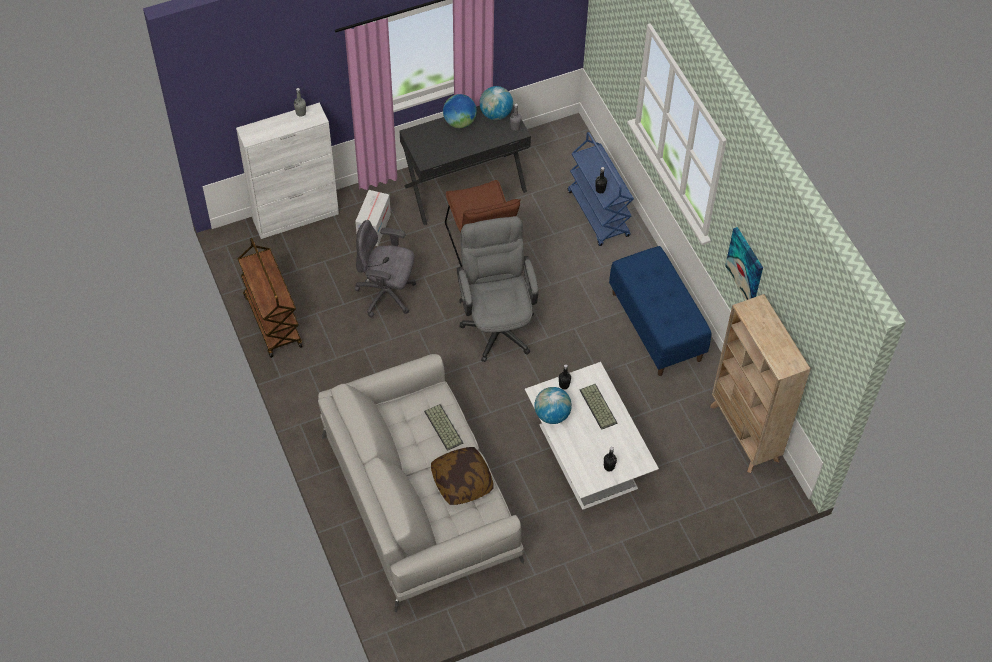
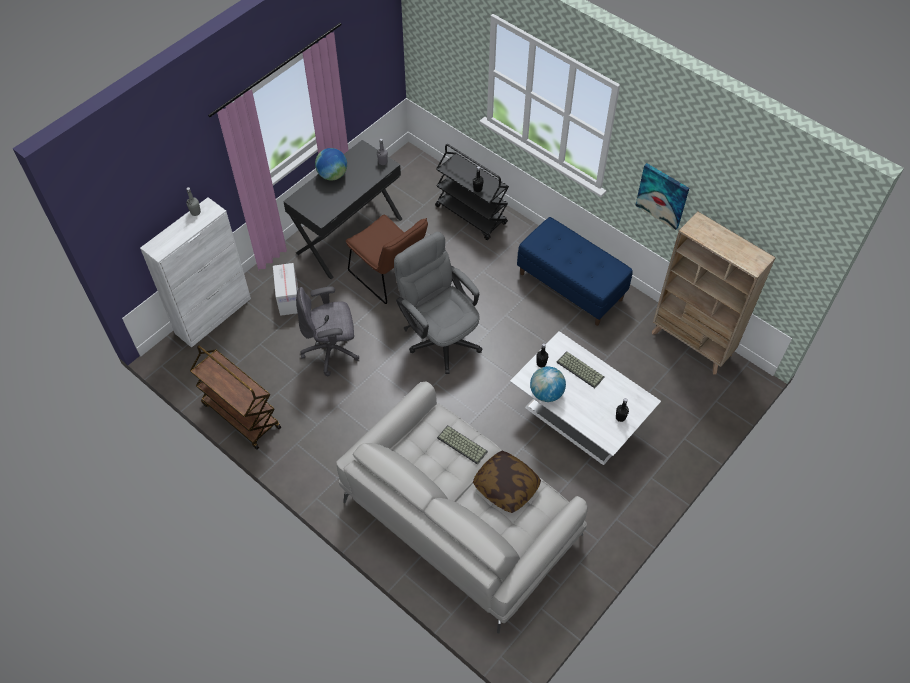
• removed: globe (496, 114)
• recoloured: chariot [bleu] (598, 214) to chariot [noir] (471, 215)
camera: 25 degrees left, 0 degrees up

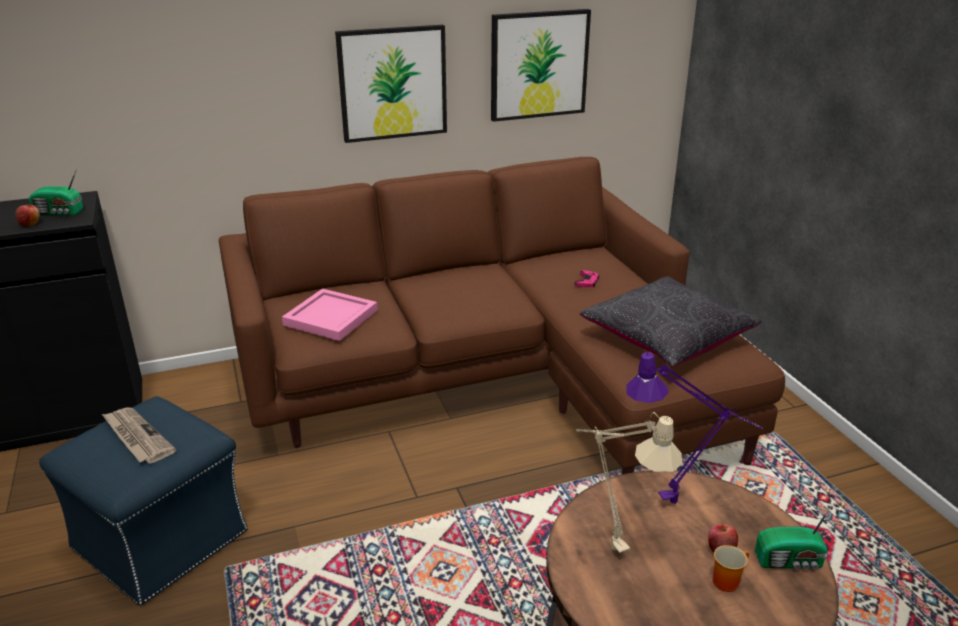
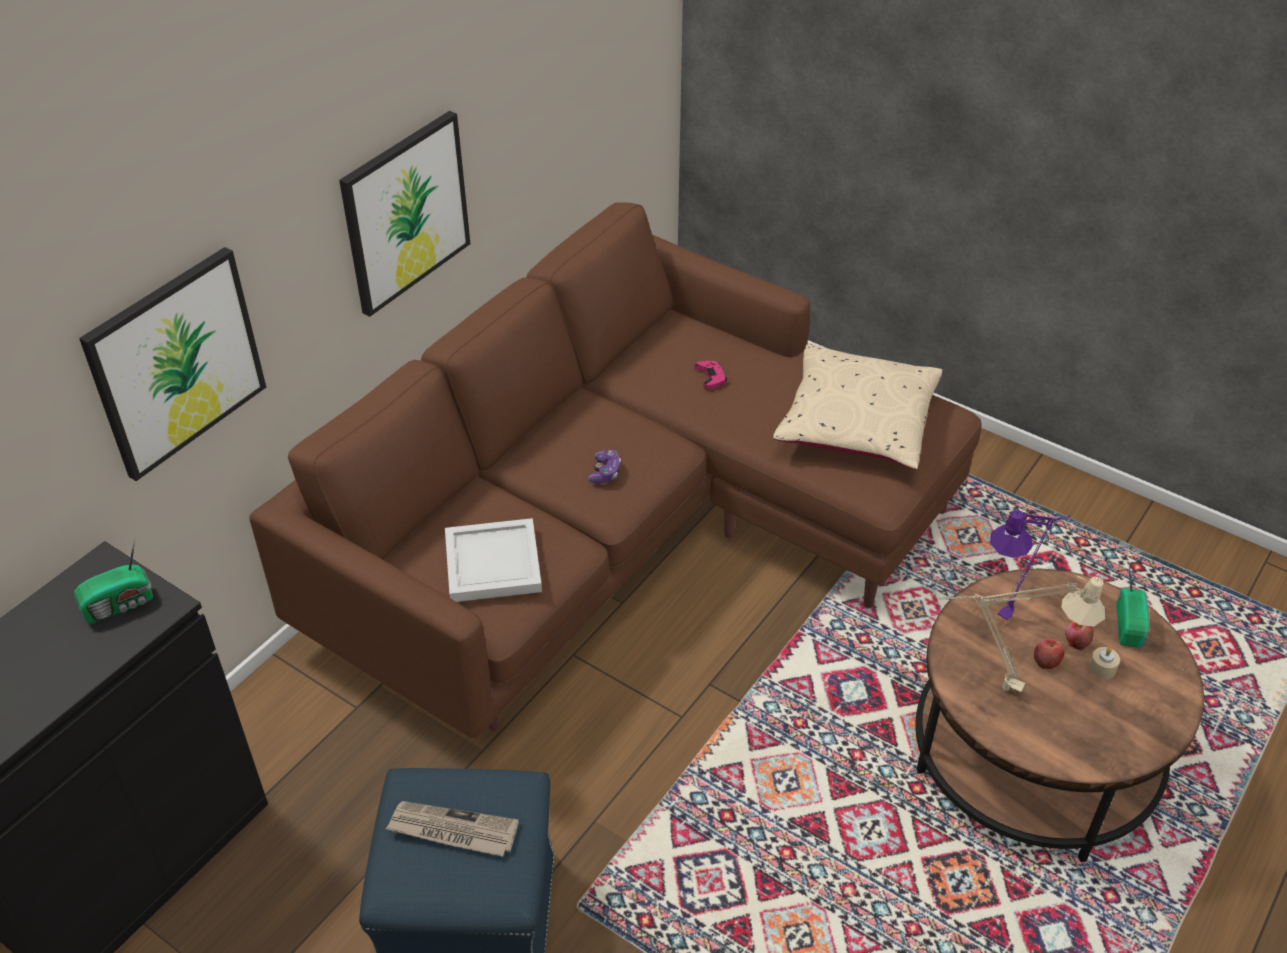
• moved: tableau (538, 65) to (176, 362)
• moved: pomme (30, 223) to (1046, 661)
• recoloured: coussin [noir] (667, 338) to coussin [beige] (856, 424)
• recoloured: plateau [rose] (329, 318) to plateau [blanc] (491, 565)
• turned: radio (790, 561) = (1130, 624) 45 degrees counterclockwise
• replaced: mug (726, 579) to bougie [beige] (1102, 668)
• added: manette (605, 472)
camera: 35 degrees left, 15 degrees up

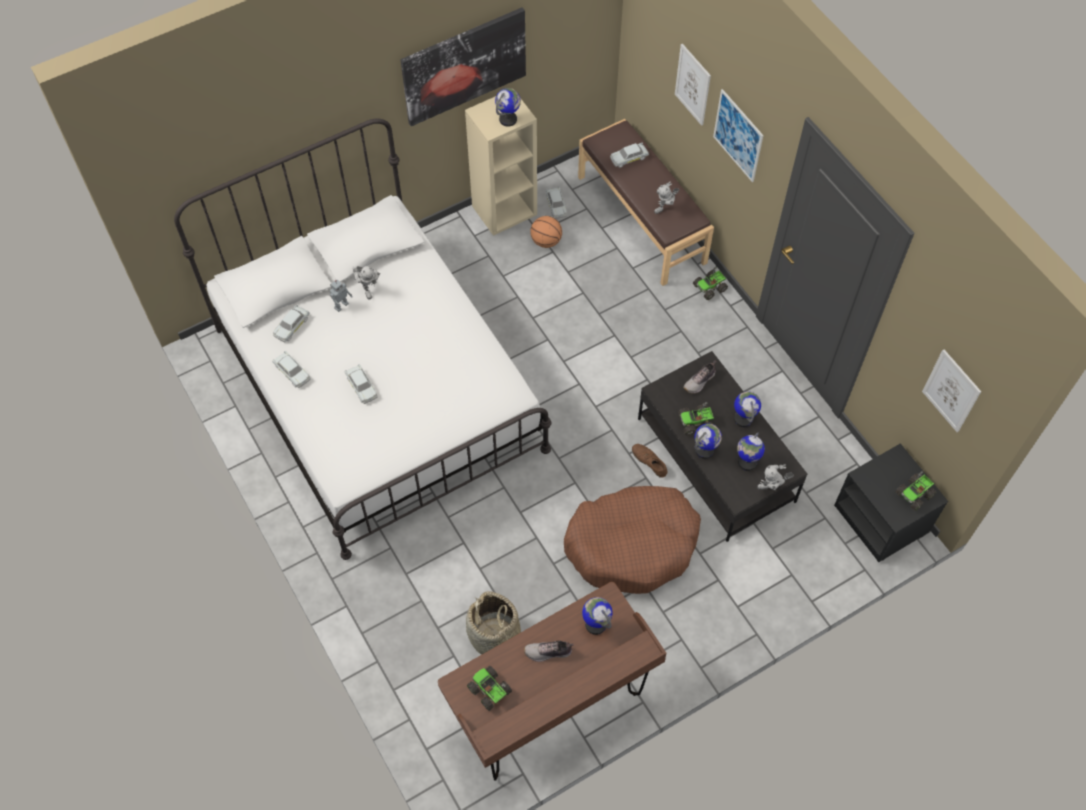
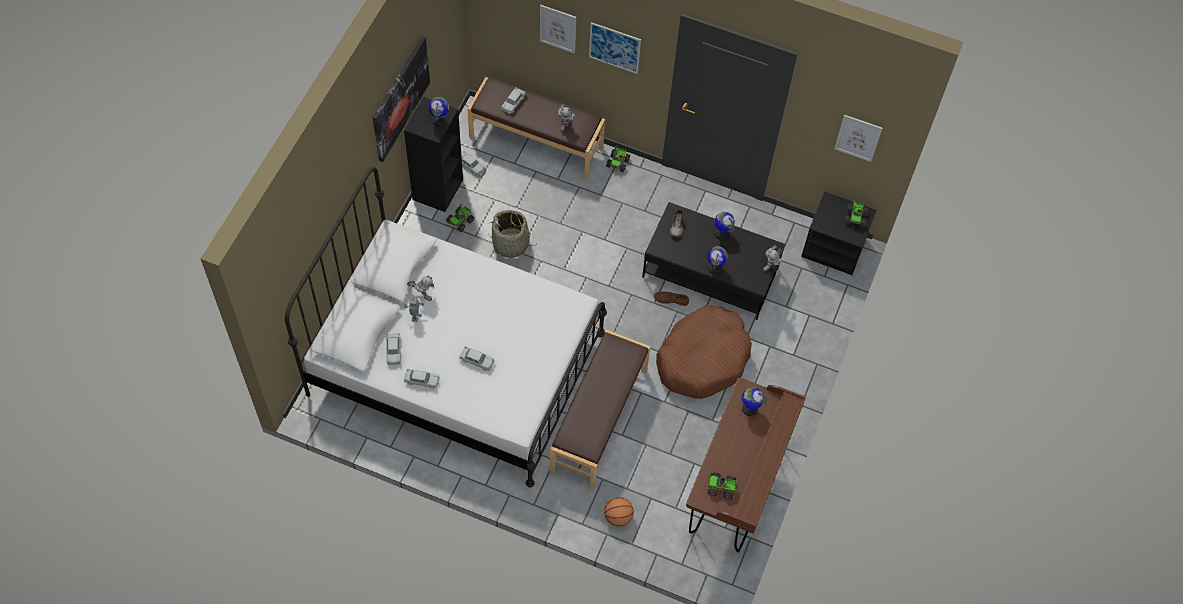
• recoloured: bibliothèque [beige] (504, 209) to bibliothèque [noir] (437, 189)
• moved: ballon de basket (546, 241) to (618, 517)
• moved: camion jouet (696, 422) to (460, 221)
• removed: globe (747, 462)
• moved: panier (494, 635) to (511, 244)
• removed: chaussure (548, 652)
• added: banc [marron] (598, 419)
camera: 40 degrees left, 0 degrees up

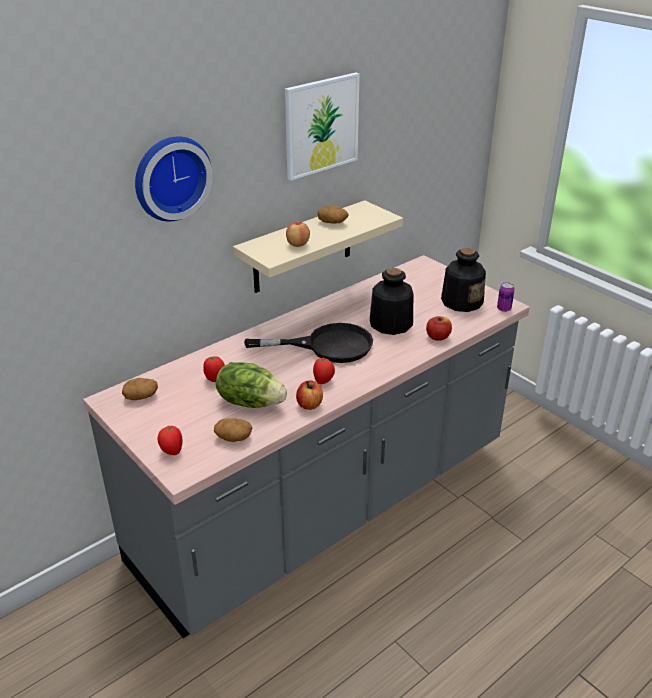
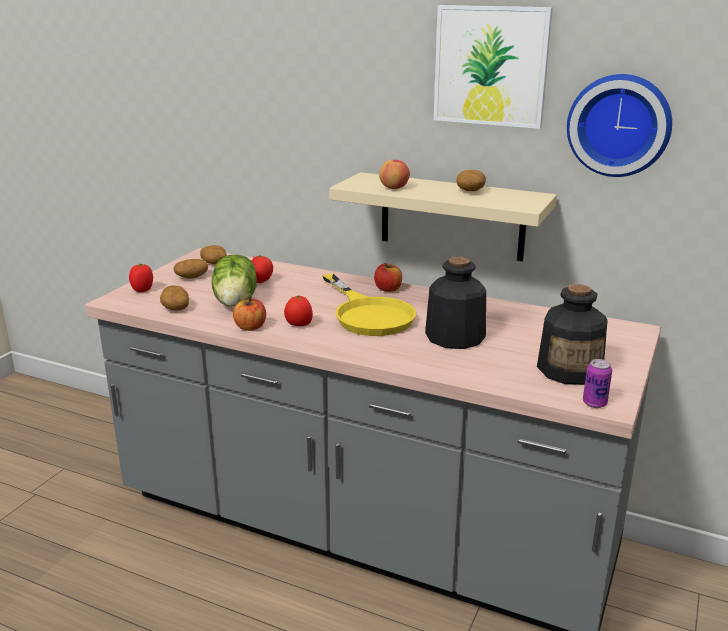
• moved: horloge murale (170, 177) to (619, 125)
• moved: pomme (438, 337) to (388, 289)
• recoloured: poêle [noir] (327, 346) to poêle [jaune] (368, 314)
• added: pomme de terre (191, 277)
camera: 65 degrees right, 10 degrees down

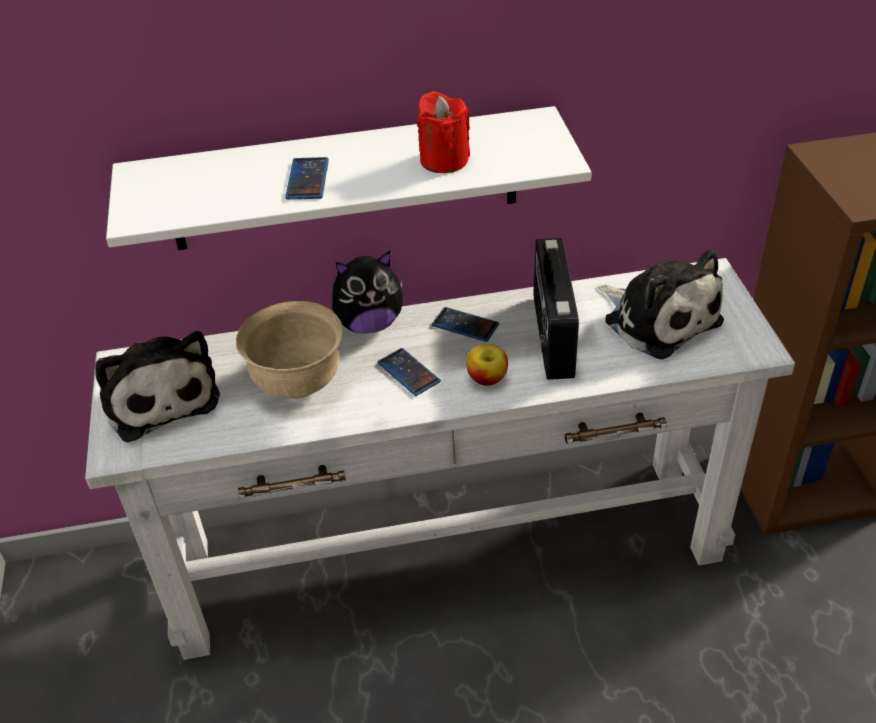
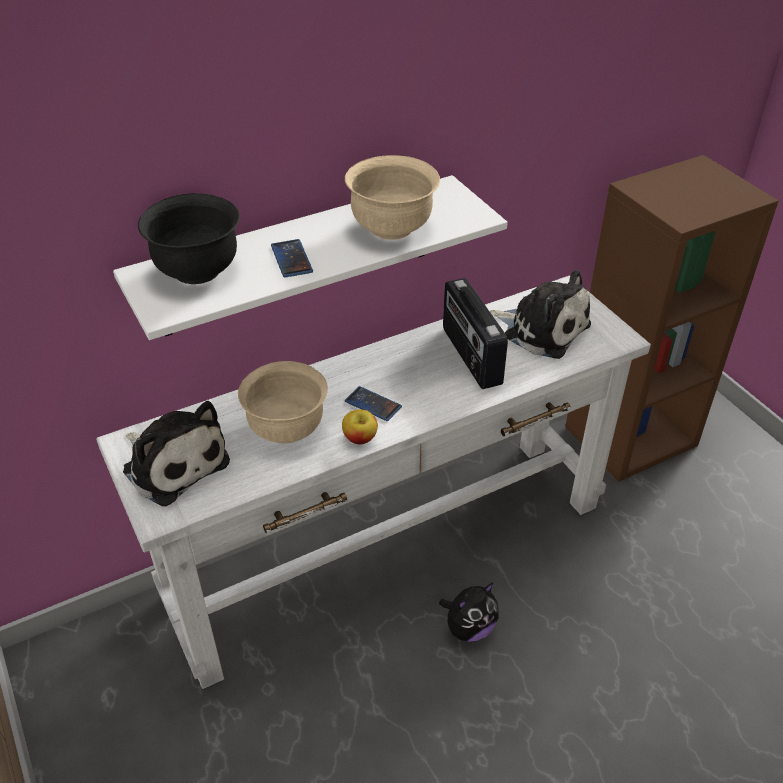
• replaced: bougie [rouge] (444, 160) to bol [beige] (392, 228)
• moved: peluche (369, 324) to (469, 628)
• removed: téléphone (465, 325)
• moved: pomme (487, 378) to (360, 438)
• added: bol [noir] (198, 271)
camera: 20 degrees left, 0 degrees up

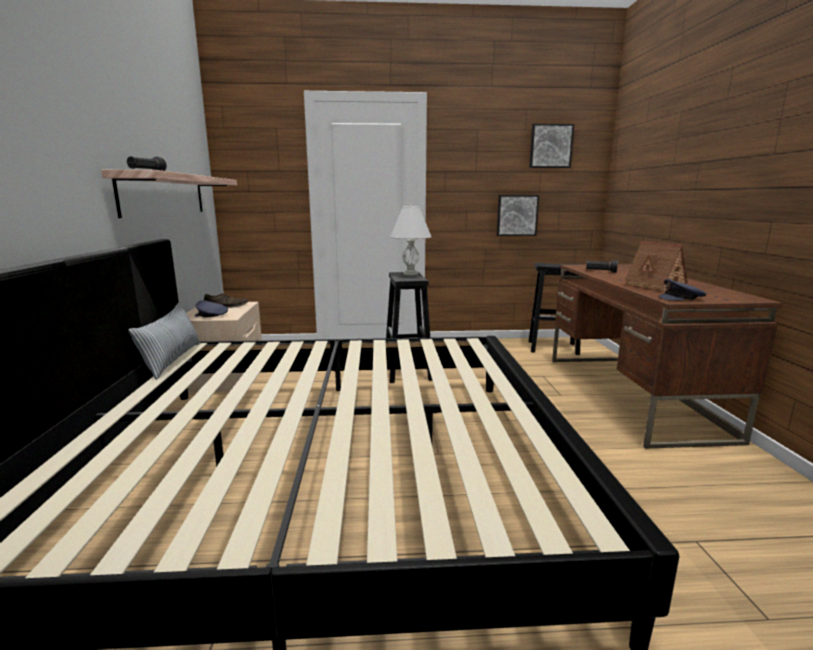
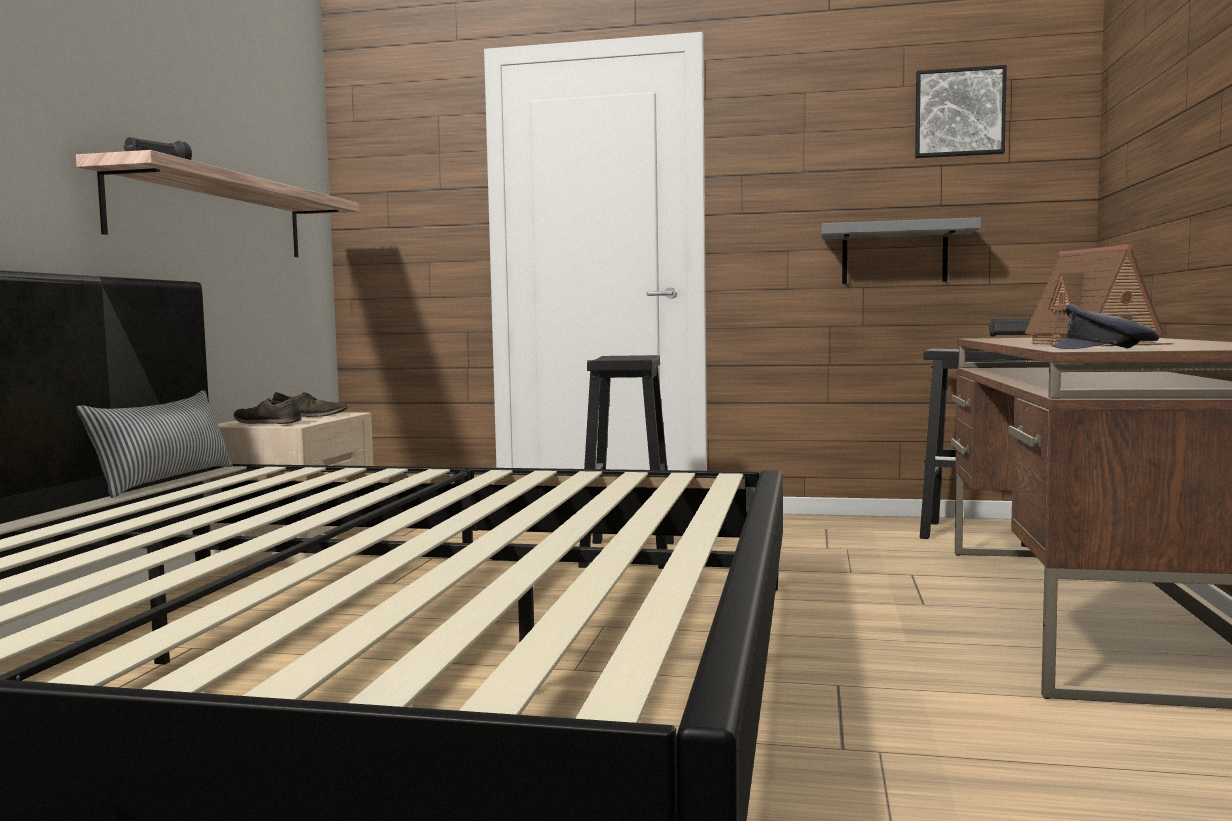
• replaced: tableau (516, 215) to étagère [gris] (894, 254)
• removed: lampe de table [blanc] (410, 274)
• replaced: casquette [gris] (211, 315) to chaussure [marron] (268, 423)
camera: 15 degrees right, 10 degrees down

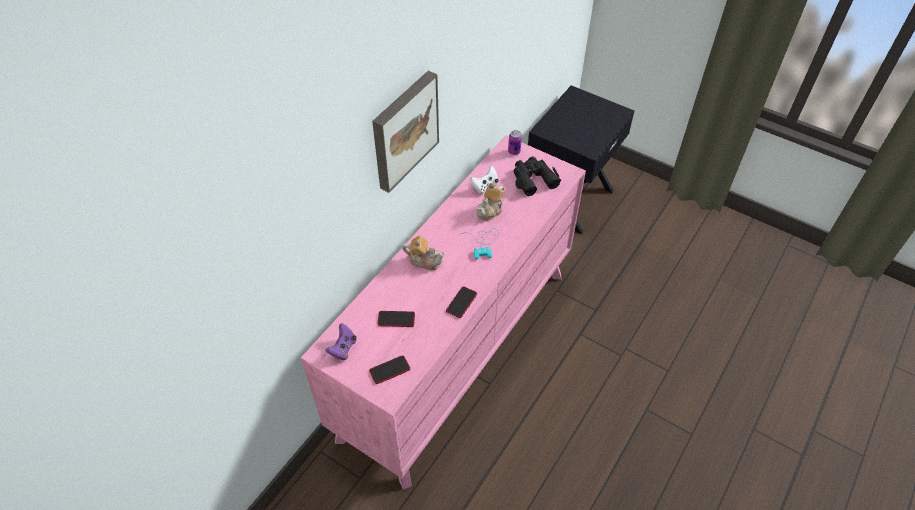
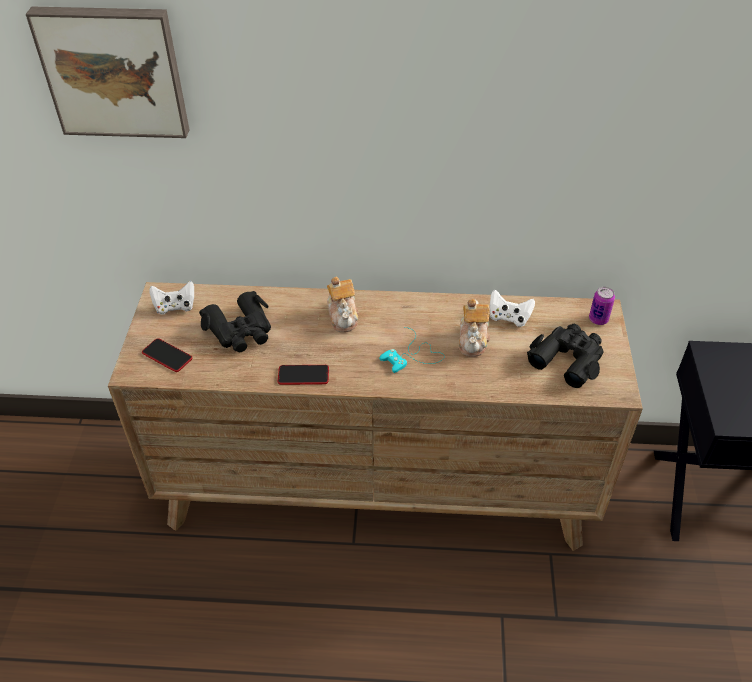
• moved: tableau (403, 130) to (114, 71)
• recoloured: commode [rose] (457, 350) to commode [marron] (377, 486)
• turned: théière (490, 210) = (473, 340) 90 degrees counterclockwise
• replaced: téléphone (396, 319) to jumelles [noir] (240, 330)
• recoloured: manette [violet] (343, 348) to manette [blanc] (175, 307)
camera: 60 degrees right, 5 degrees down

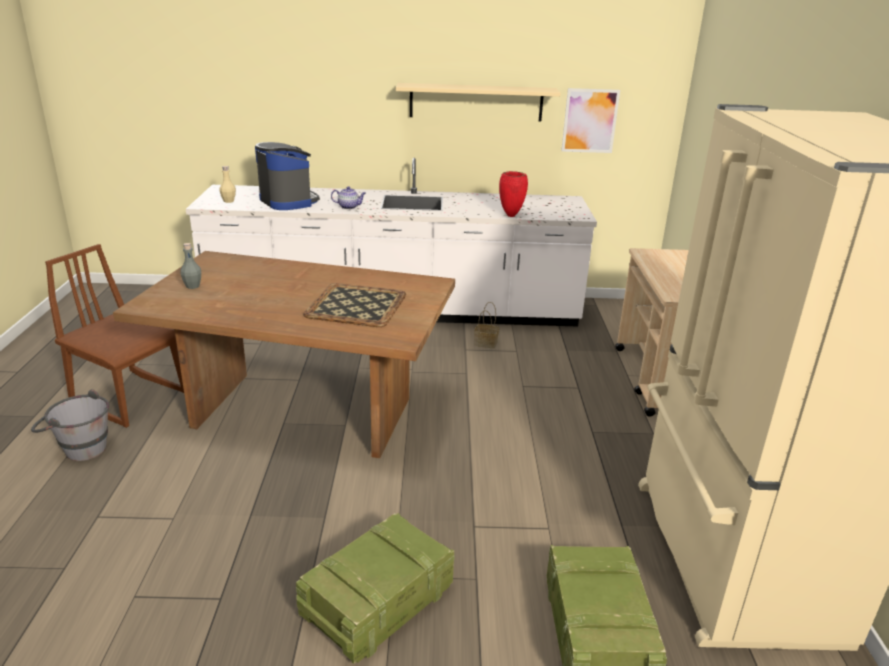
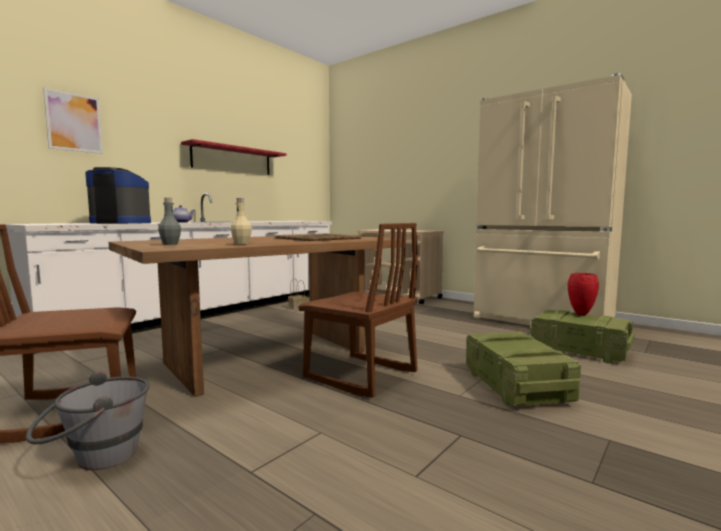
• recoloured: étagère [beige] (476, 102) to étagère [rouge] (232, 160)
• moved: tableau (590, 121) to (74, 122)
• moved: bouteille [beige] (228, 201) to (241, 244)
• moved: vase [rouge] (511, 215) to (580, 315)
• added: chaise [marron] (360, 376)
camera: 50 degrees left, 20 degrees down

